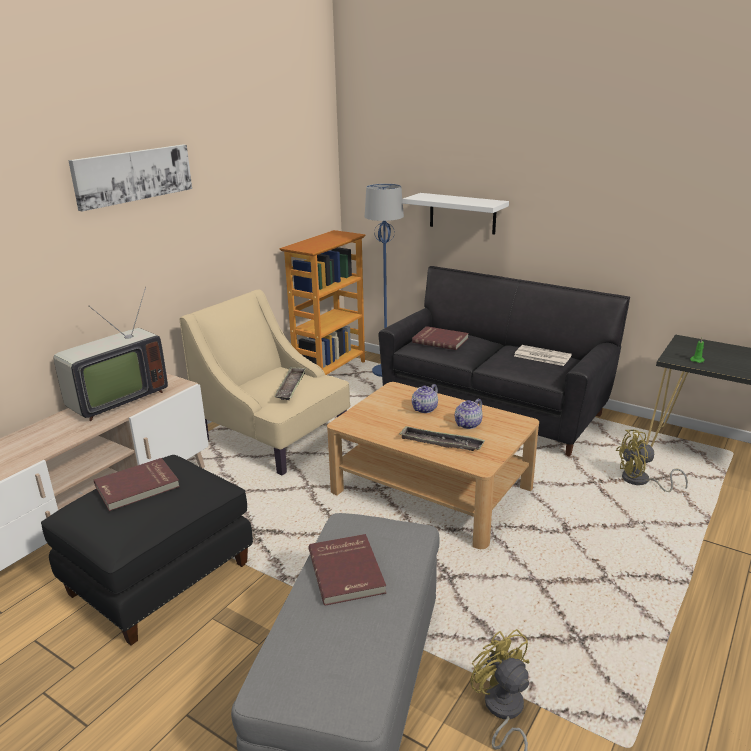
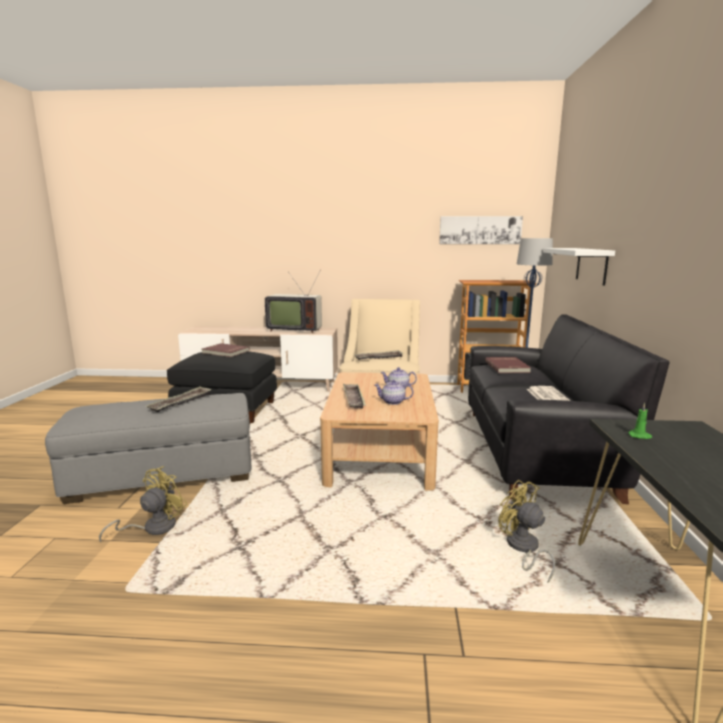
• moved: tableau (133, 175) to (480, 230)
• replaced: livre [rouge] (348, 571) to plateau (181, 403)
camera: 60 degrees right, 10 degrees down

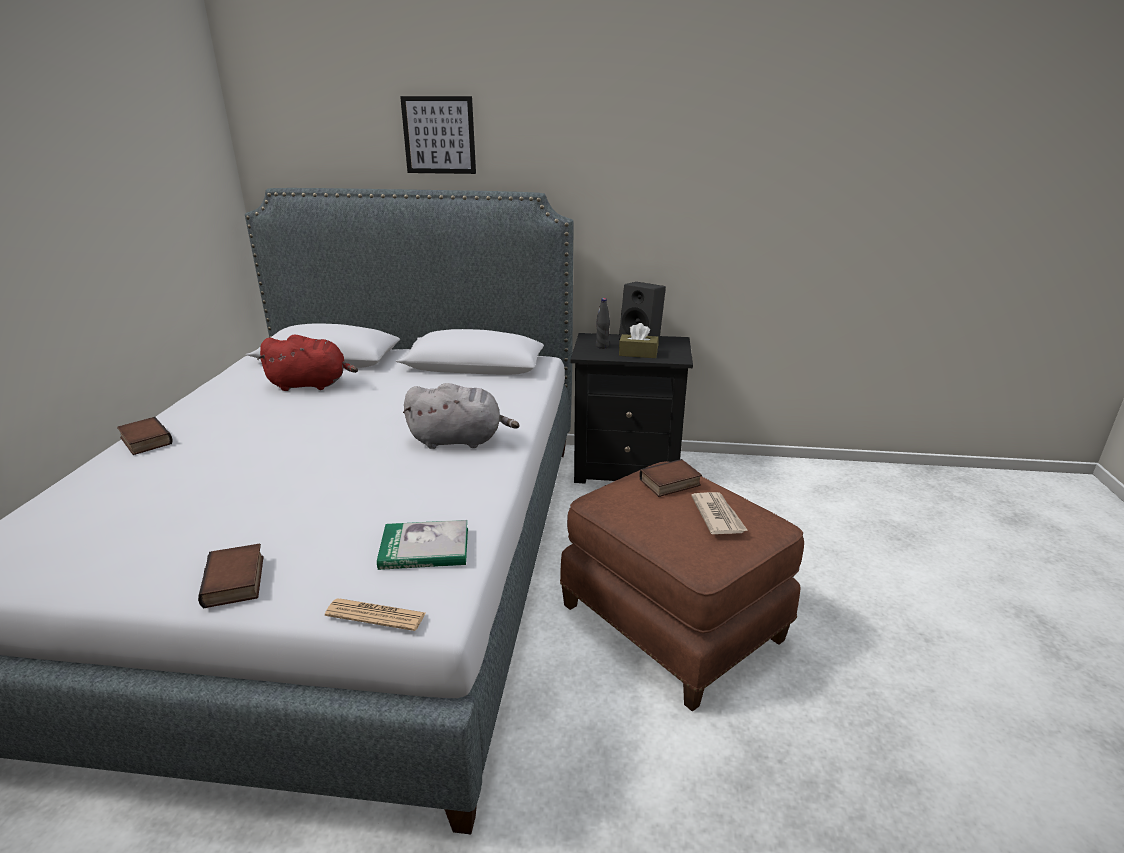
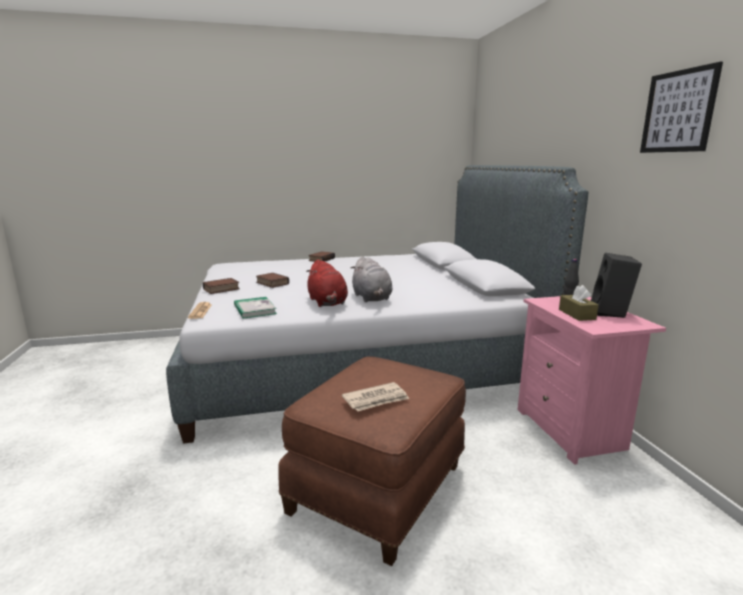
• moved: tableau (439, 135) to (678, 111)
• recoloured: table de chevet [noir] (627, 468) to table de chevet [rose] (572, 430)
• moved: peluche [rouge] (311, 385) to (327, 303)
• moved: livre (670, 483) to (271, 283)
camera: 70 degrees right, 10 degrees down

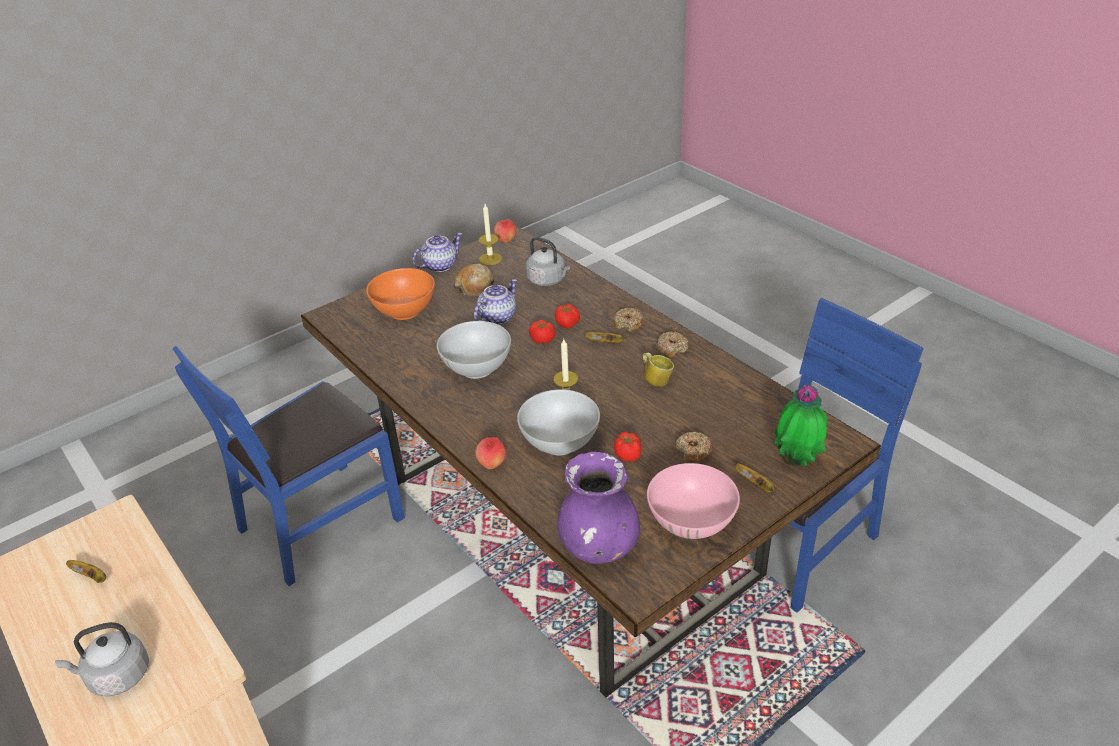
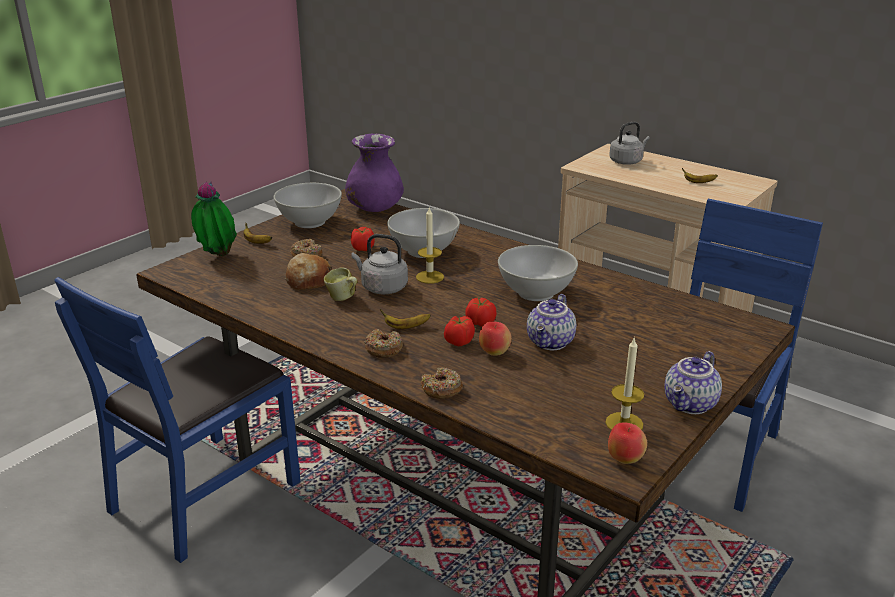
• moved: bouilloire [gris] (548, 280) to (382, 287)
• moved: pain (475, 287) to (308, 280)
• removed: bol [orange] (405, 311)
• moved: beignet (672, 348) to (442, 389)
• moved: pomme (491, 465) to (494, 353)
• recoloured: bol [rose] (691, 522) to bol [blanc] (309, 222)
camera: 165 degrees right, 10 degrees down

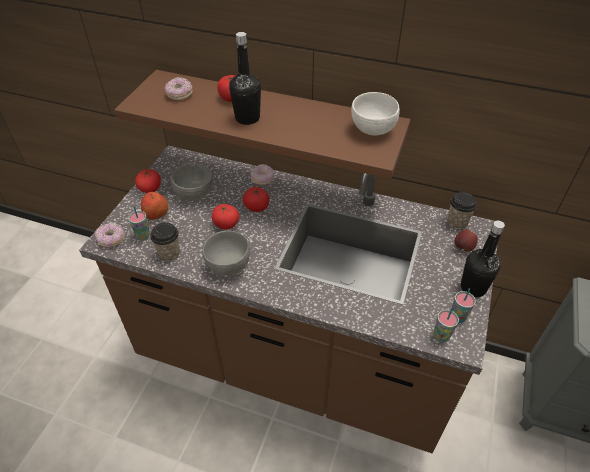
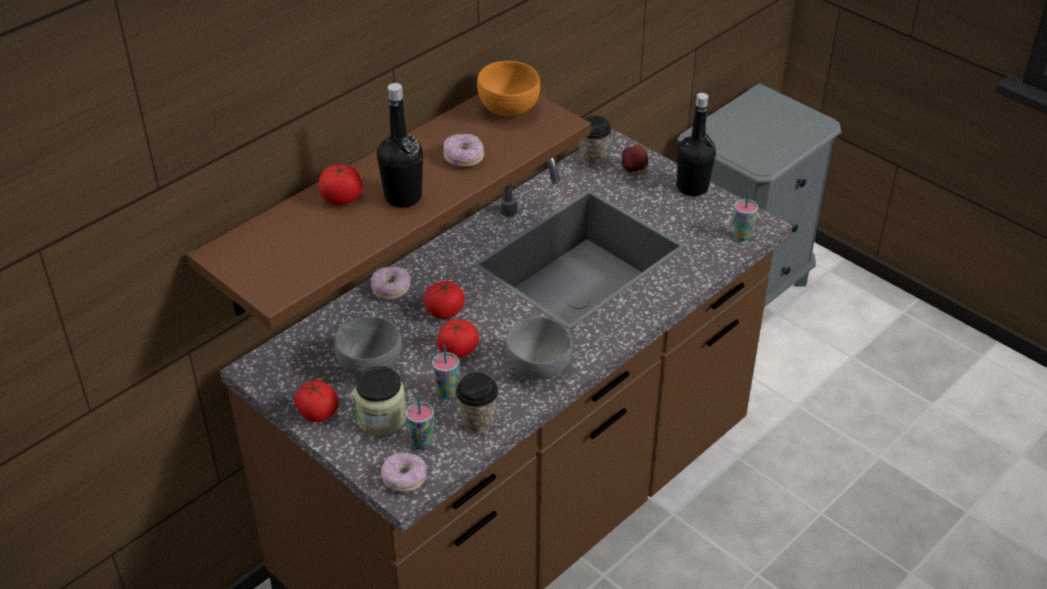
• moved: beignet (179, 94) to (463, 158)
• recoloured: bol [blanc] (373, 129) to bol [orange] (508, 109)
• replaced: pomme (156, 213) to bocal (381, 418)
• moved: tasse (457, 318) to (447, 392)
camera: 65 degrees left, 5 degrees down

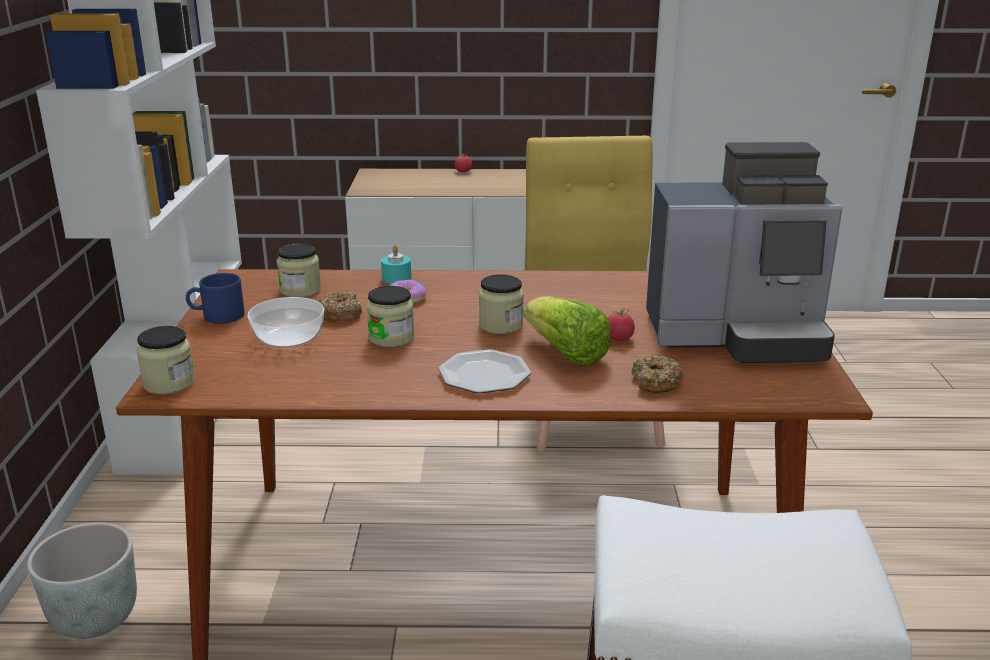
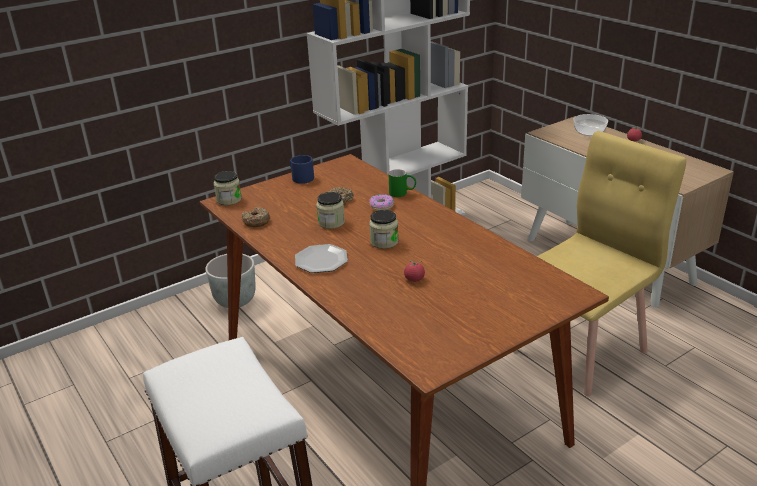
• removed: machine à café (738, 336)
• removed: bocal (300, 290)
• replaced: bougie [turquoise] (396, 278) to mug [vert] (402, 193)
• removed: laitue (565, 354)
• moved: bol (290, 338) to (590, 132)
• moved: beignet (656, 382) to (256, 221)
camera: 55 degrees right, 5 degrees up

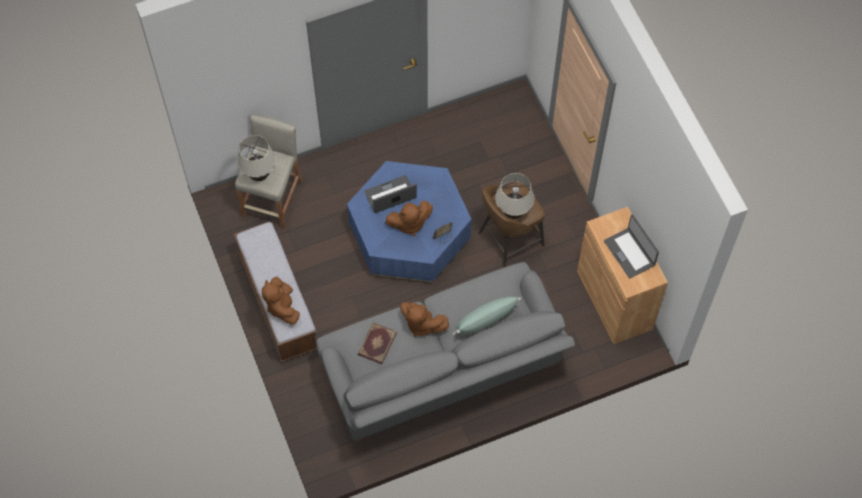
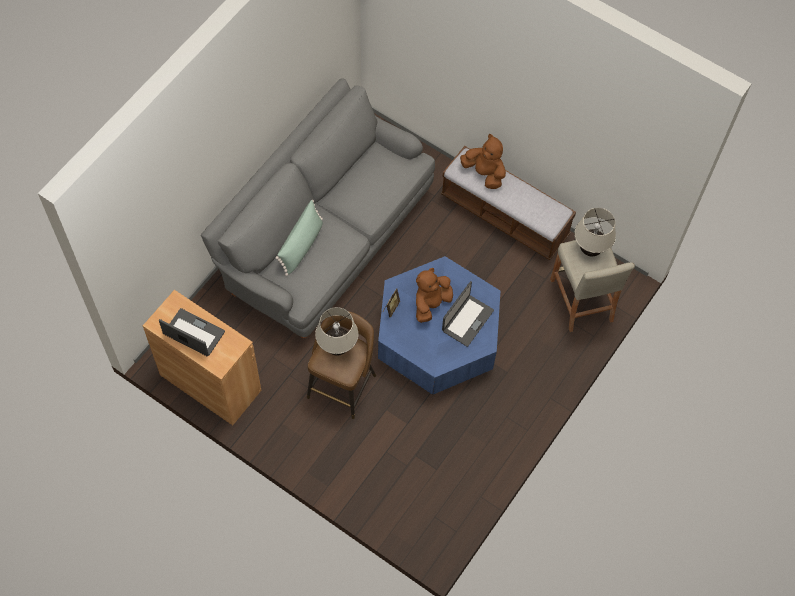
• removed: peluche [marron] (421, 324)
• removed: livre (376, 343)
camera: 145 degrees right, 0 degrees up

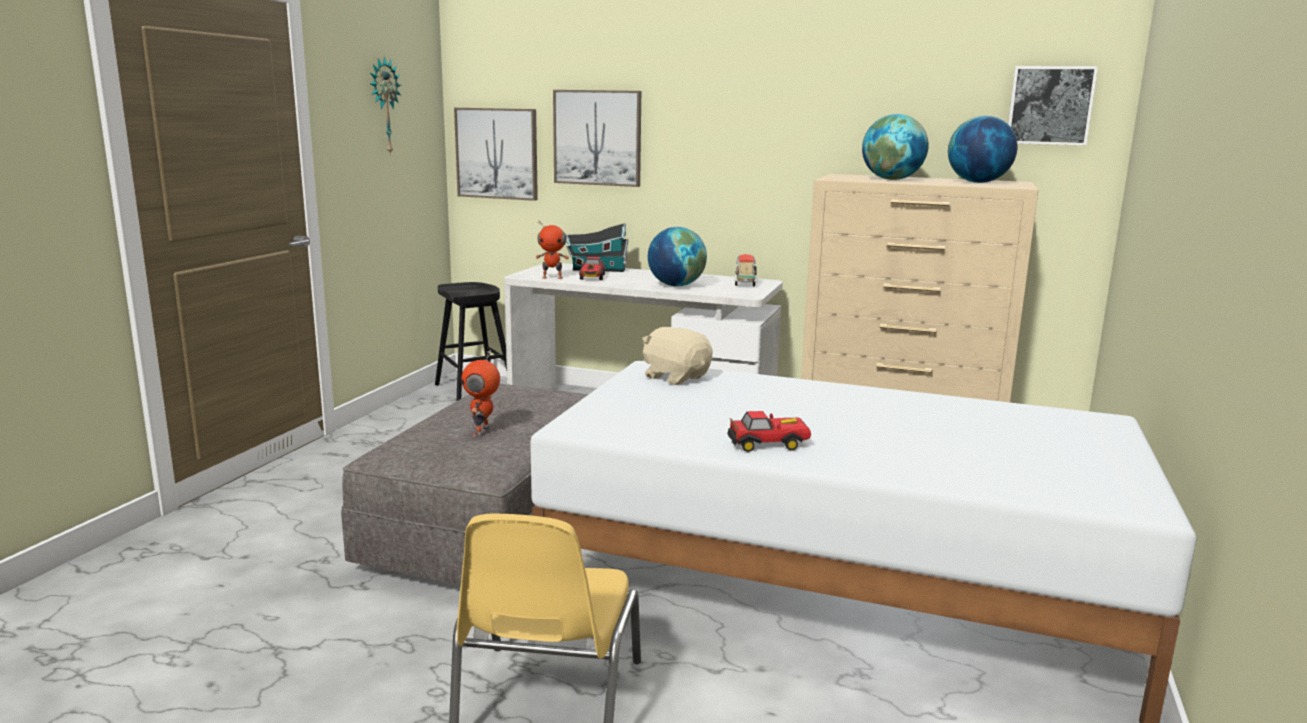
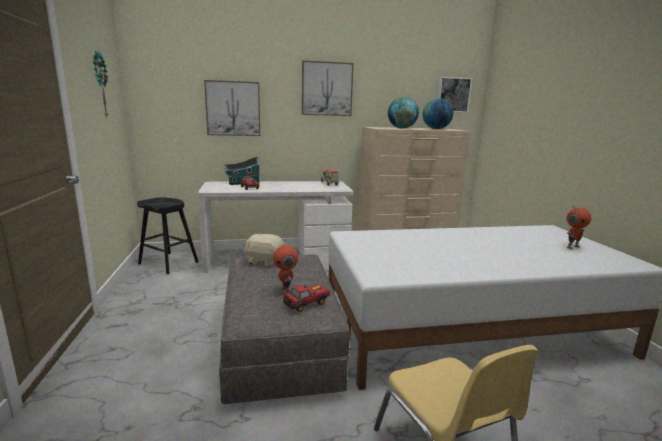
• moved: tableau (497, 153) to (327, 89)
• moved: robot jouet (552, 278) to (572, 247)
• removed: globe (676, 285)
• moved: peluche [beige] (675, 377) to (264, 261)
• moved: petite voiture (768, 444) to (307, 303)
camera: 30 degrees left, 0 degrees up

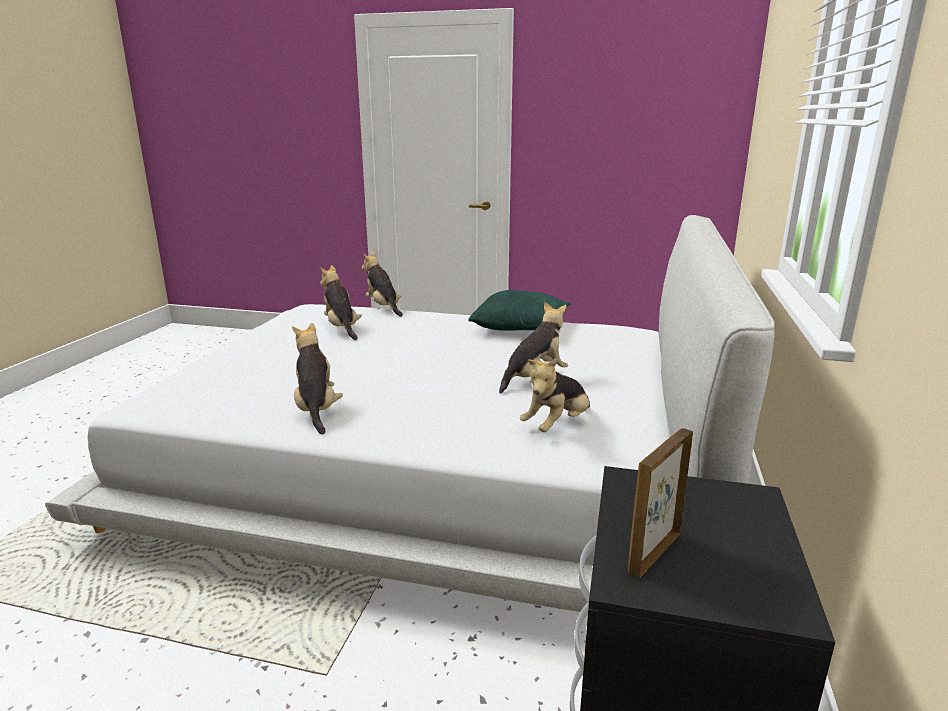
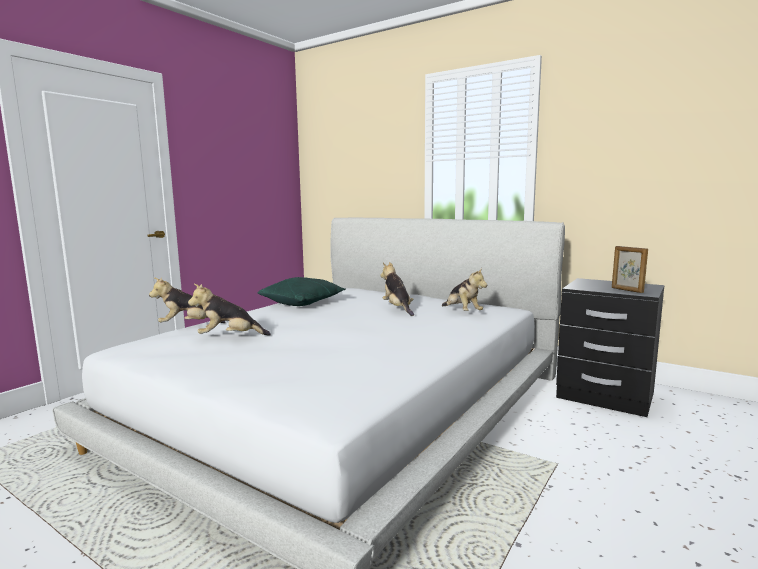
• removed: peluche (316, 410)
camera: 70 degrees left, 10 degrees down

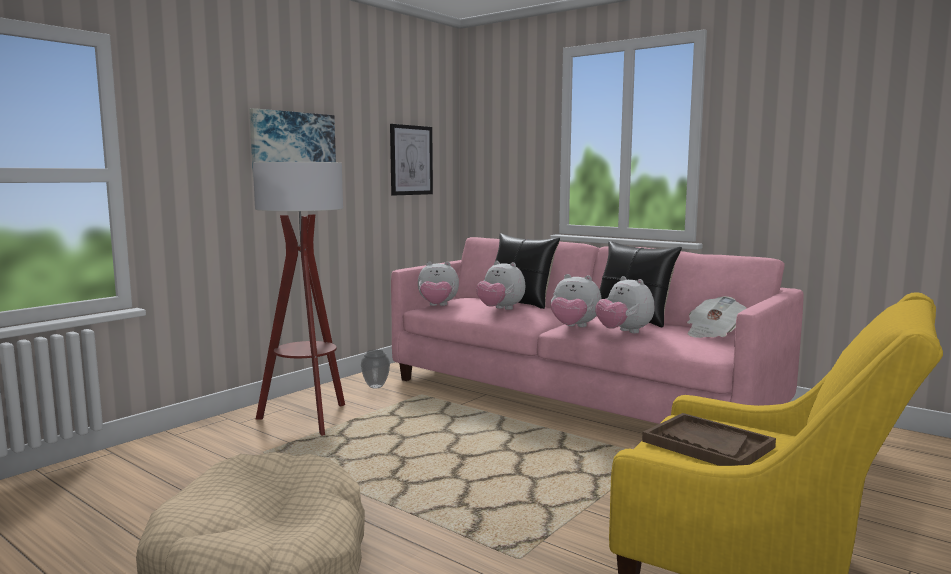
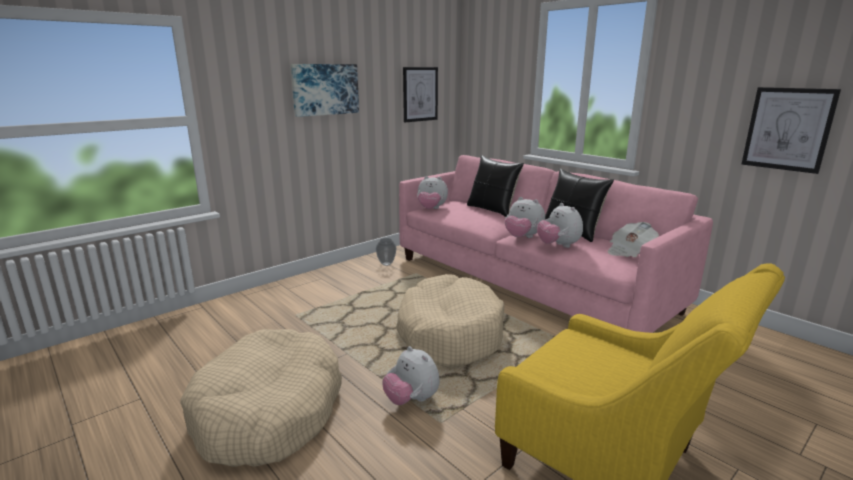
• removed: lampadaire (308, 419)
• moved: peluche (500, 309) to (411, 400)
• removed: plateau [marron] (707, 444)
• added: tableau (788, 129)
• added: panier pour chien [beige] (449, 333)
camera: 10 degrees right, 10 degrees up

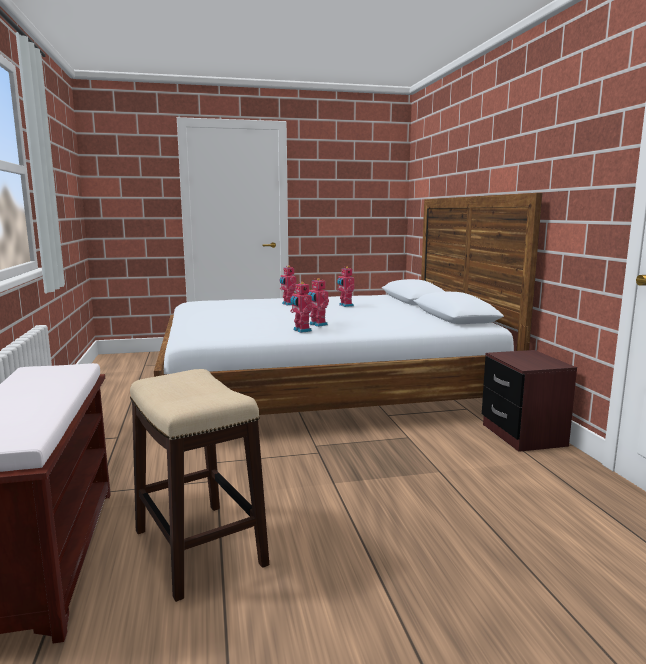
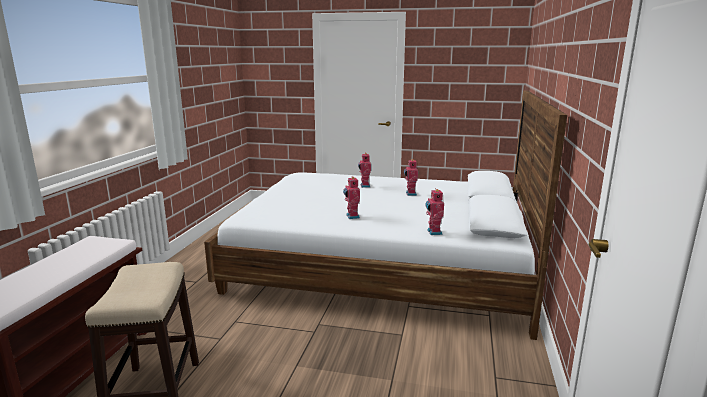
• moved: robot jouet (301, 330) to (433, 232)
• removed: table de chevet [marron] (523, 435)
camera: 25 degrees right, 5 degrees up

